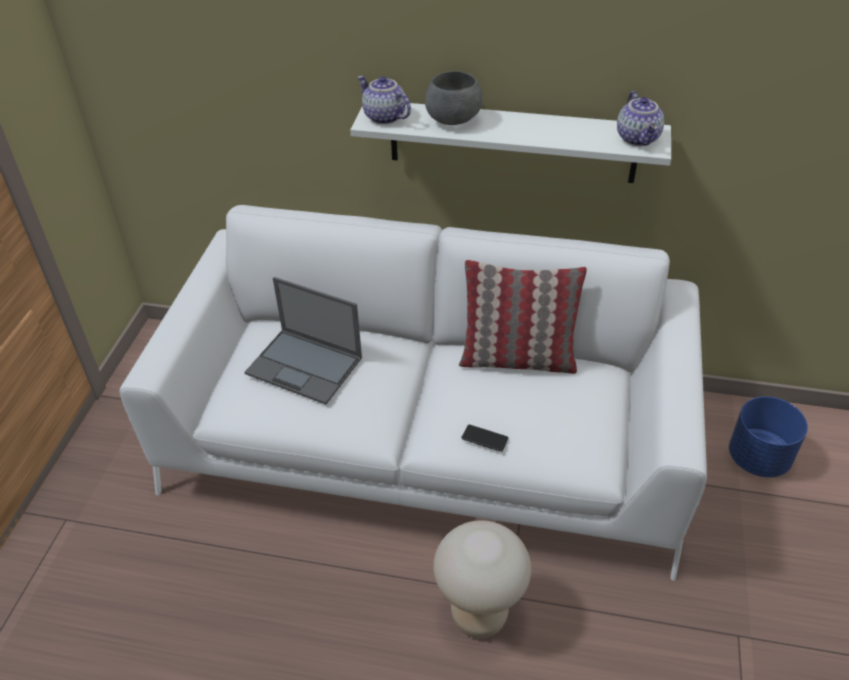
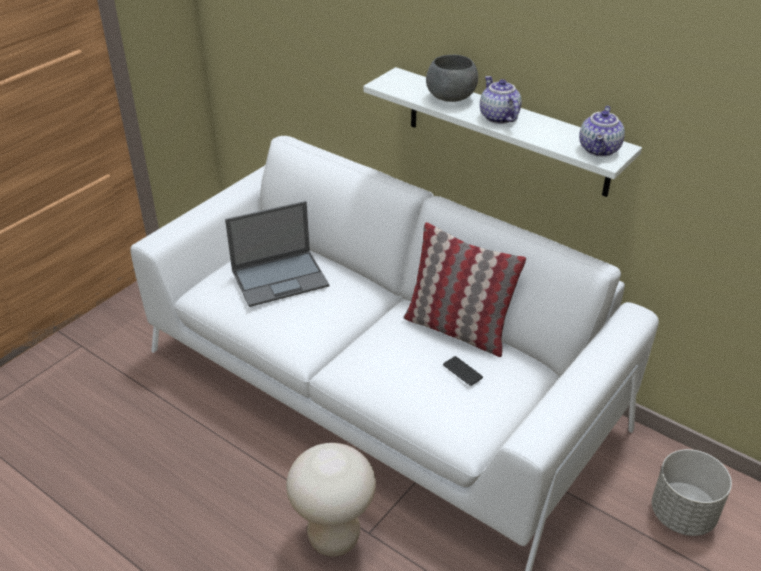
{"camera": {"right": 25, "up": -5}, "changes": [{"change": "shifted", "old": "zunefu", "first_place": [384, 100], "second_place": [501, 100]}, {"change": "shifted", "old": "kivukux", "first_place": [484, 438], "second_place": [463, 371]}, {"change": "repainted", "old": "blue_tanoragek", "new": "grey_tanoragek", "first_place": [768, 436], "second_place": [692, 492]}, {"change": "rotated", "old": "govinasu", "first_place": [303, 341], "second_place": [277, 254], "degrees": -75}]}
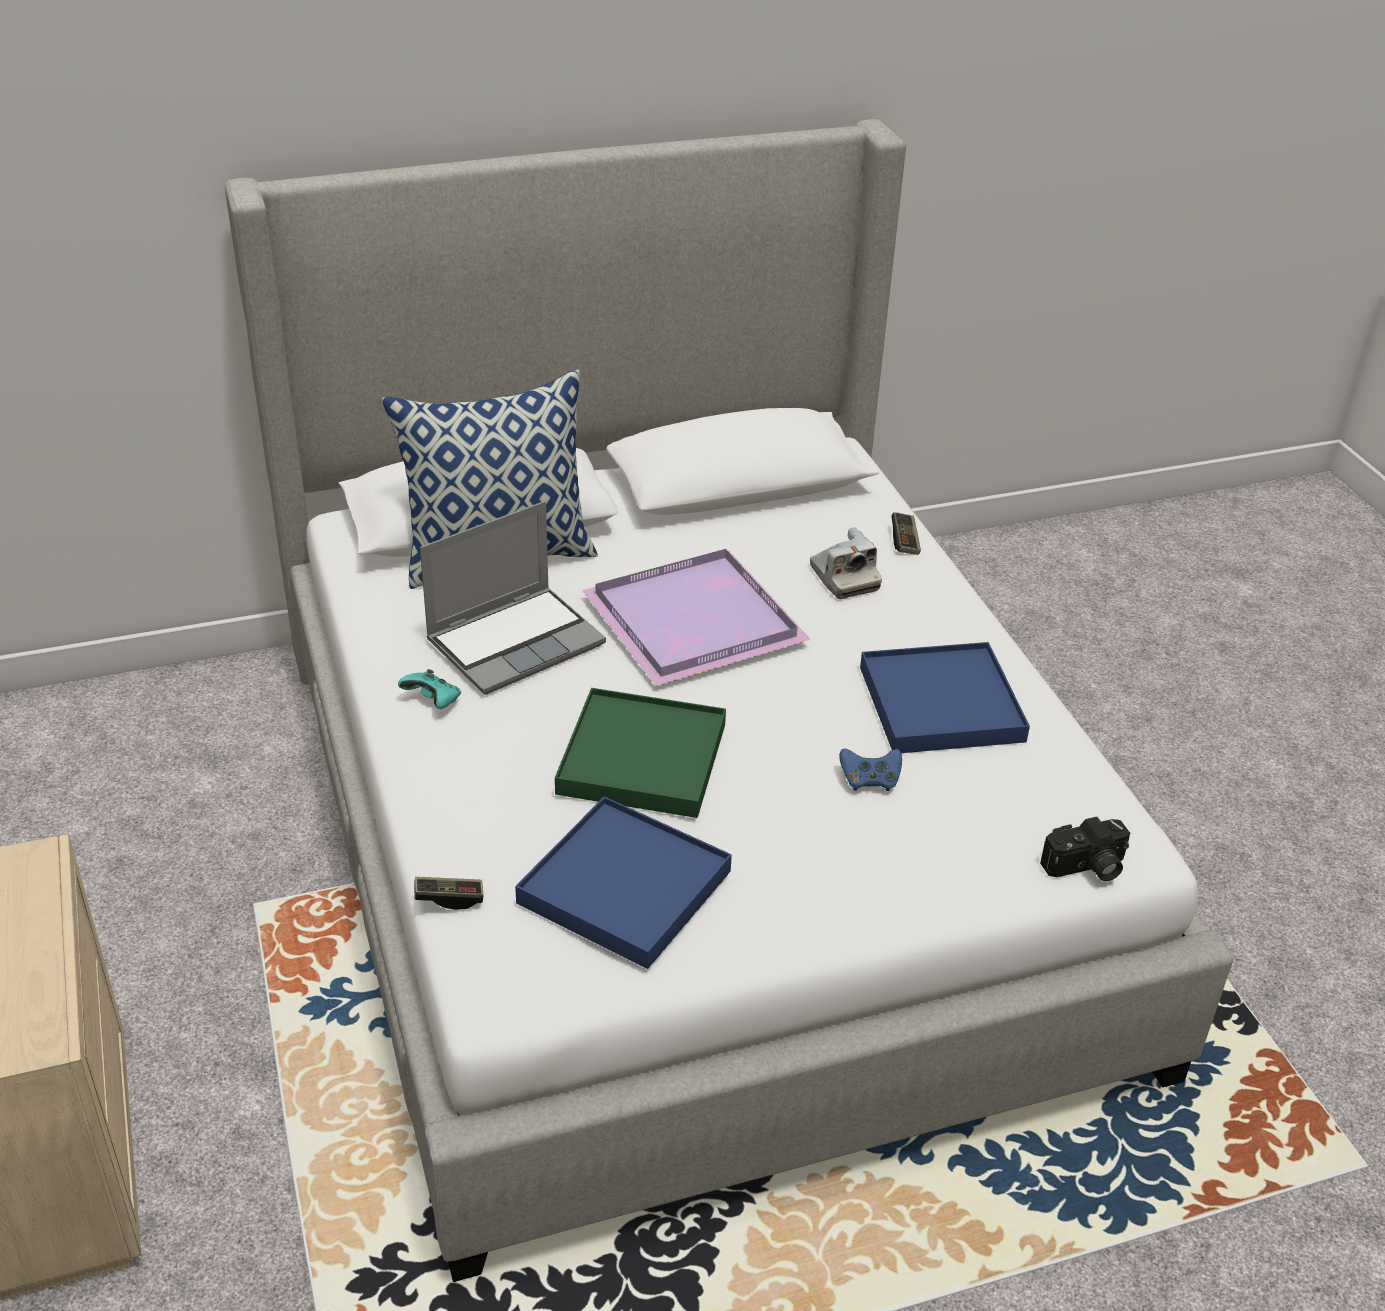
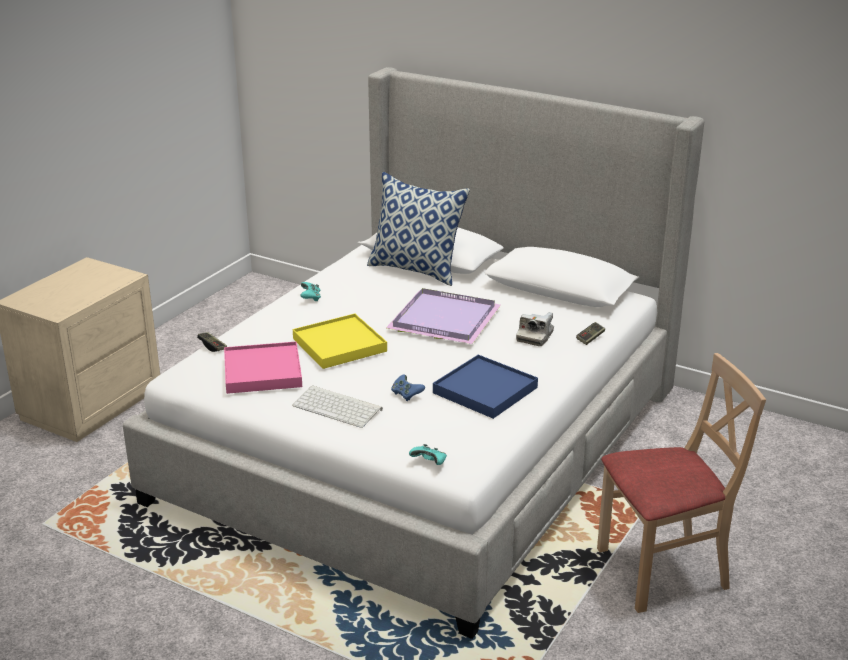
{"camera": {"right": 50, "up": -10}, "changes": [{"change": "gone", "old": "govinasu", "first_place": [513, 598]}, {"change": "new", "new": "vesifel", "second_place": [337, 406]}, {"change": "new", "new": "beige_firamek", "second_place": [681, 483]}, {"change": "swapped", "old": "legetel", "new": "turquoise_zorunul", "first_place": [1085, 849], "second_place": [428, 454]}, {"change": "repainted", "old": "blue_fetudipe", "new": "pink_fetudipe", "first_place": [623, 882], "second_place": [263, 368]}, {"change": "repainted", "old": "green_fetudipe", "new": "yellow_fetudipe", "first_place": [640, 753], "second_place": [340, 341]}]}
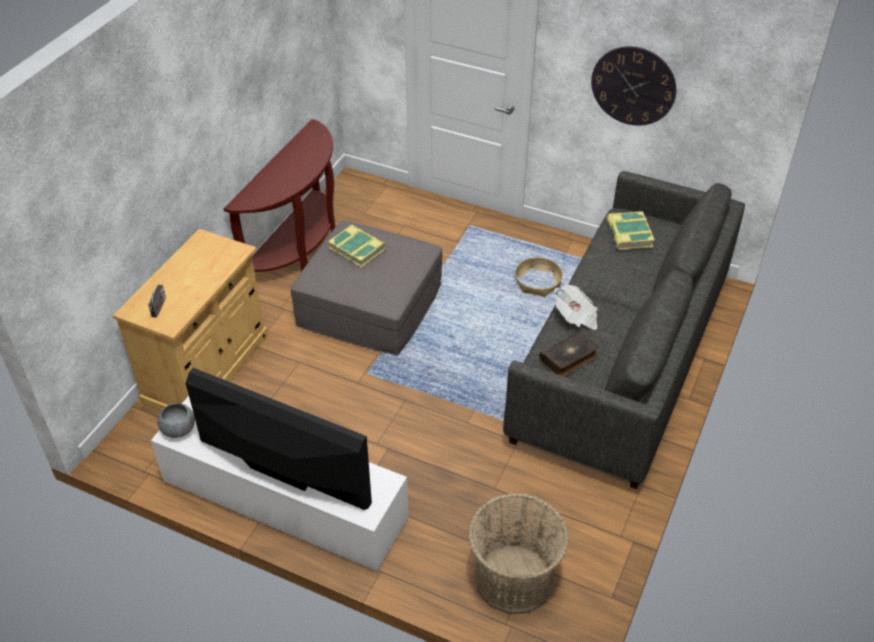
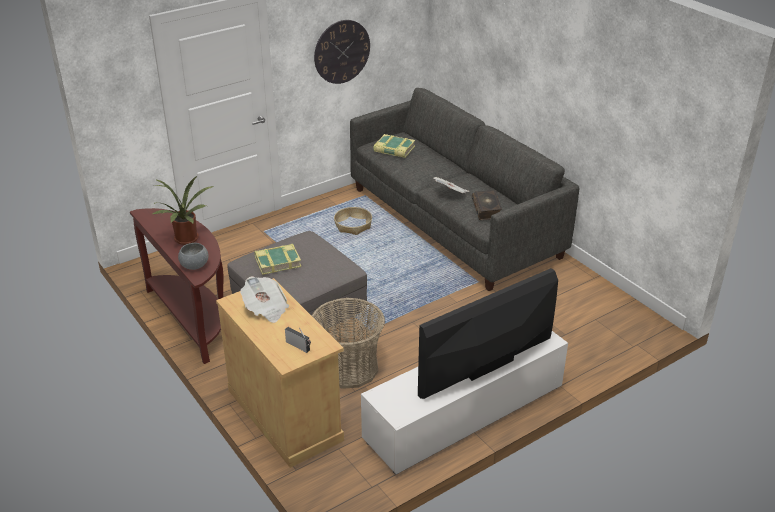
{"camera": {"right": -60, "up": -10}, "changes": [{"change": "new", "new": "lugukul", "second_place": [183, 210]}, {"change": "new", "new": "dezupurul", "second_place": [264, 299]}, {"change": "shifted", "old": "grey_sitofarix", "first_place": [176, 420], "second_place": [193, 256]}, {"change": "shifted", "old": "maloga", "first_place": [518, 554], "second_place": [348, 343]}]}
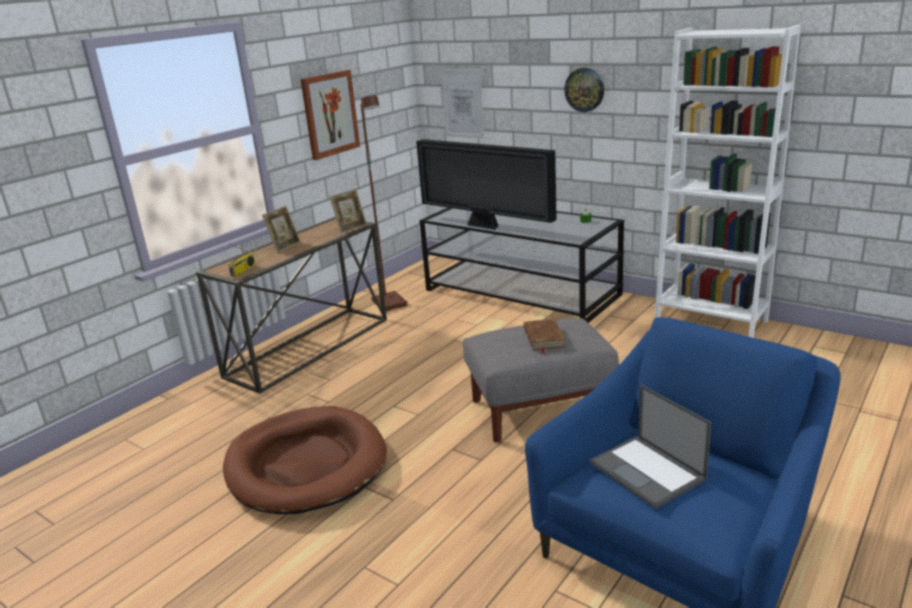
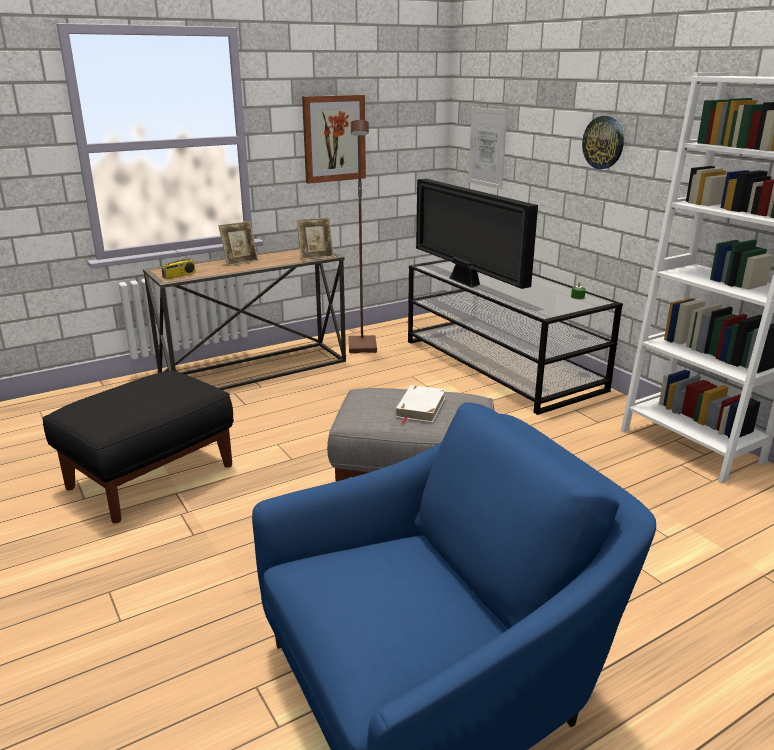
{"camera": {"right": 20, "up": 0}, "changes": [{"change": "gone", "old": "govinasu", "first_place": [650, 447]}, {"change": "swapped", "old": "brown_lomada", "new": "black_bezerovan", "first_place": [305, 460], "second_place": [138, 447]}, {"change": "repainted", "old": "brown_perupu", "new": "white_perupu", "first_place": [544, 336], "second_place": [420, 404]}]}
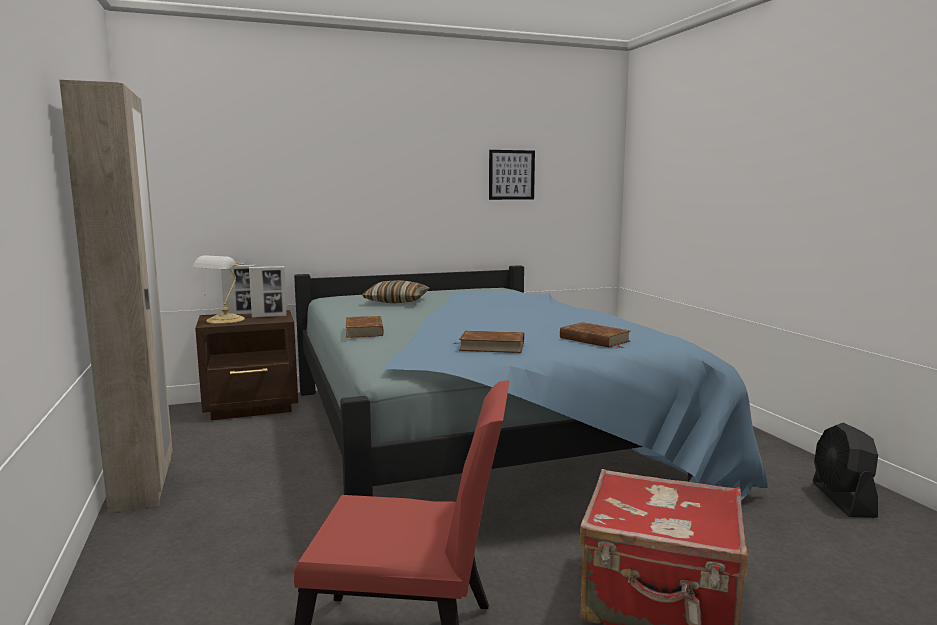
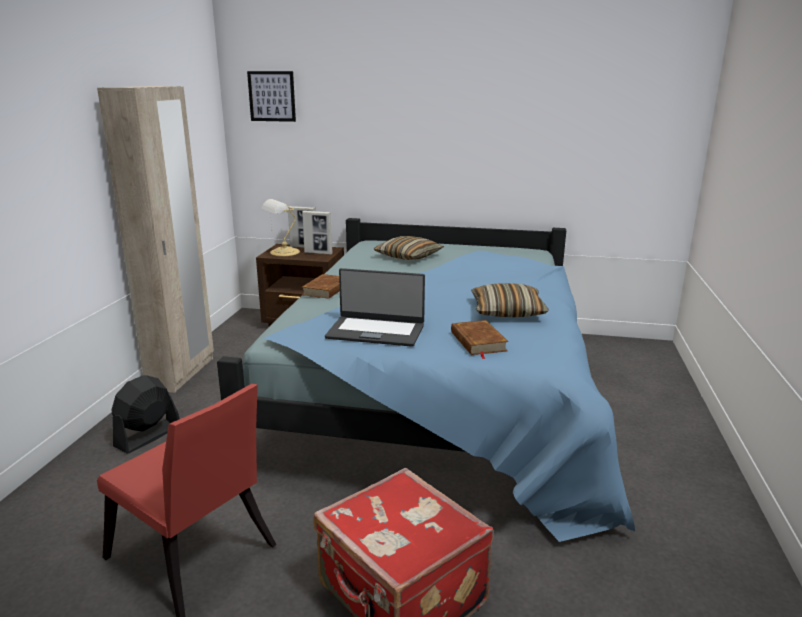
{"camera": {"right": 30, "up": 10}, "changes": [{"change": "new", "new": "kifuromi", "second_place": [510, 300]}, {"change": "shifted", "old": "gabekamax", "first_place": [512, 175], "second_place": [271, 96]}, {"change": "shifted", "old": "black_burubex", "first_place": [845, 470], "second_place": [146, 414]}, {"change": "swapped", "old": "brown_perupu", "new": "govinasu", "first_place": [488, 342], "second_place": [375, 307]}]}
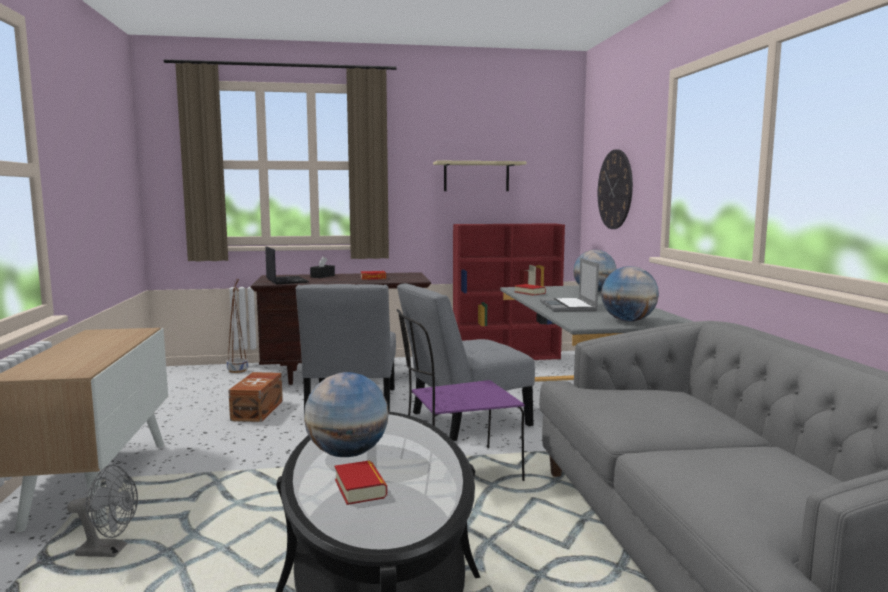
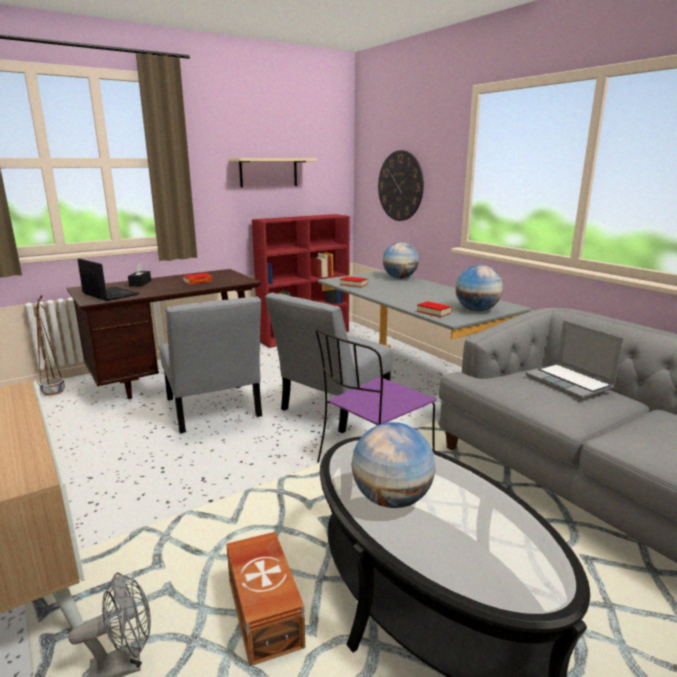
{"camera": {"right": -25, "up": 10}, "changes": [{"change": "shifted", "old": "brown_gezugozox", "first_place": [255, 397], "second_place": [265, 599]}, {"change": "shifted", "old": "perupu", "first_place": [361, 482], "second_place": [434, 309]}, {"change": "shifted", "old": "govinasu", "first_place": [569, 285], "second_place": [575, 359]}]}
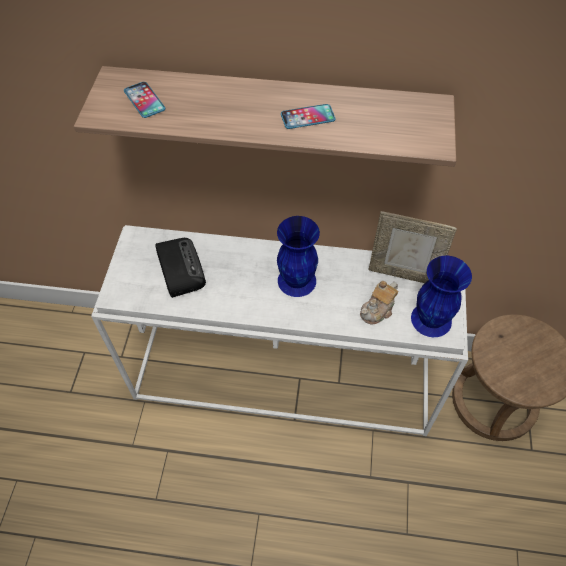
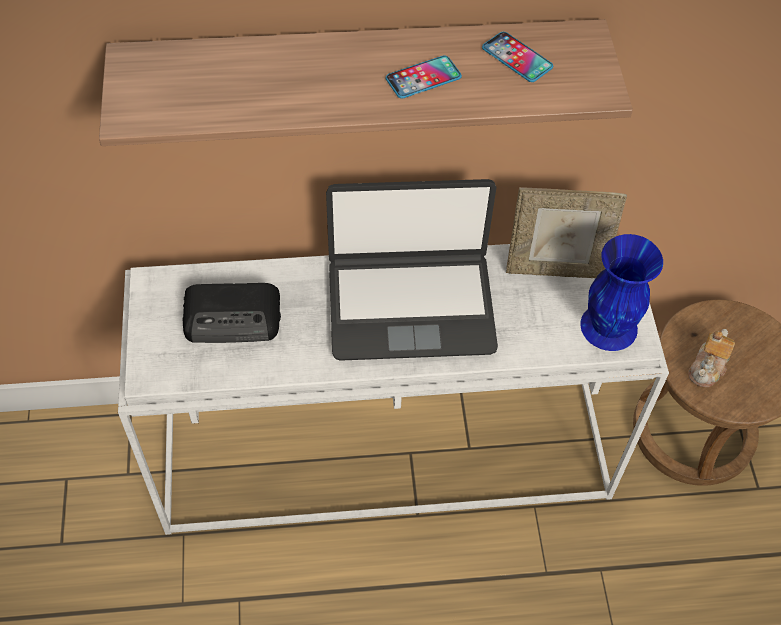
{"camera": {"right": -15, "up": 0}, "changes": [{"change": "shifted", "old": "kivukux", "first_place": [144, 100], "second_place": [517, 57]}, {"change": "shifted", "old": "zunefu", "first_place": [379, 303], "second_place": [711, 358]}, {"change": "swapped", "old": "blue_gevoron", "new": "govinasu", "first_place": [298, 256], "second_place": [412, 270]}, {"change": "rotated", "old": "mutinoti", "first_place": [180, 268], "second_place": [231, 313], "degrees": 120}]}
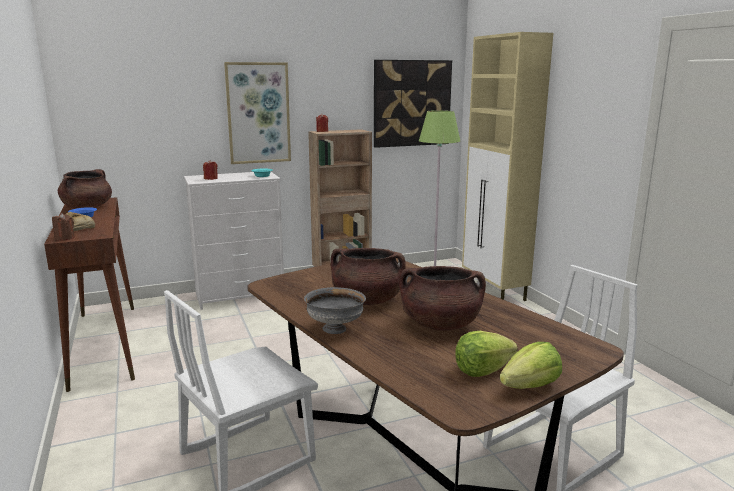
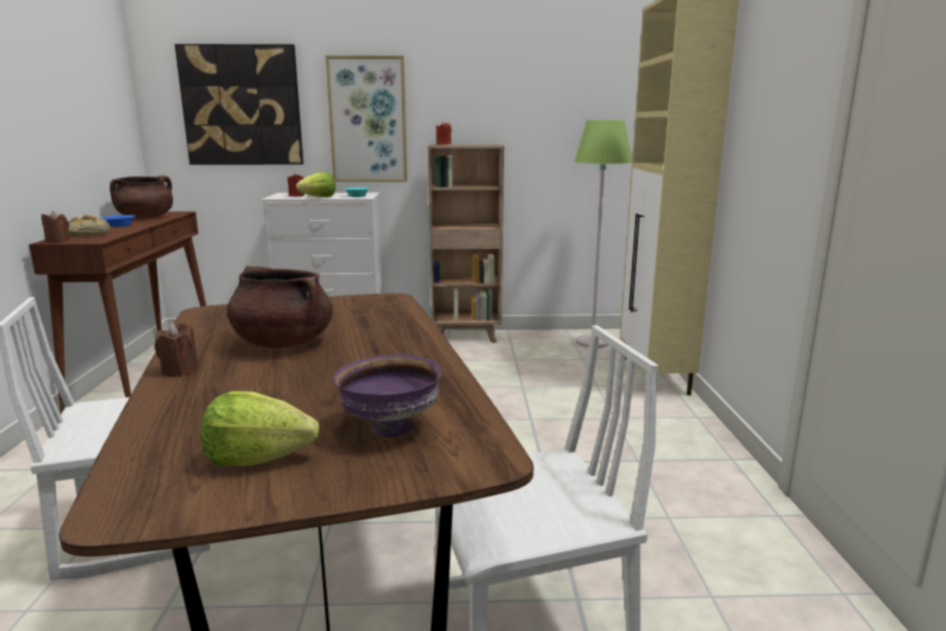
{"camera": {"right": 20, "up": 0}, "changes": [{"change": "gone", "old": "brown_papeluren", "first_place": [442, 298]}, {"change": "new", "new": "purple_sitofarix", "second_place": [387, 396]}, {"change": "shifted", "old": "gabekamax", "first_place": [413, 104], "second_place": [239, 104]}, {"change": "shifted", "old": "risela", "first_place": [531, 365], "second_place": [316, 184]}, {"change": "swapped", "old": "grey_sitofarix", "new": "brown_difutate", "first_place": [335, 310], "second_place": [177, 349]}]}
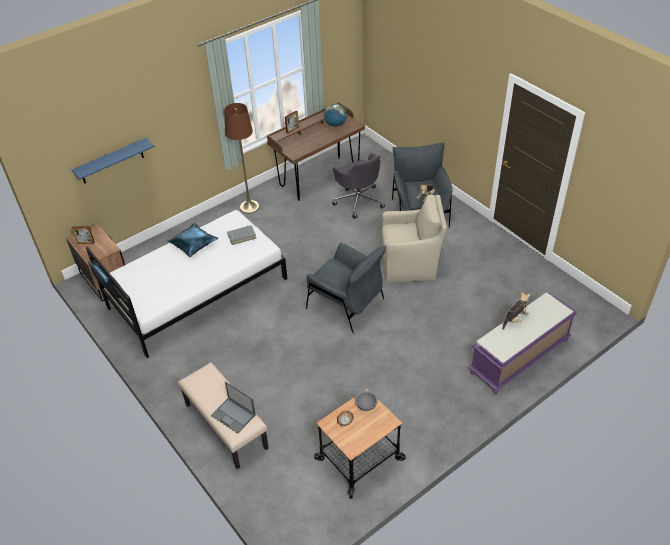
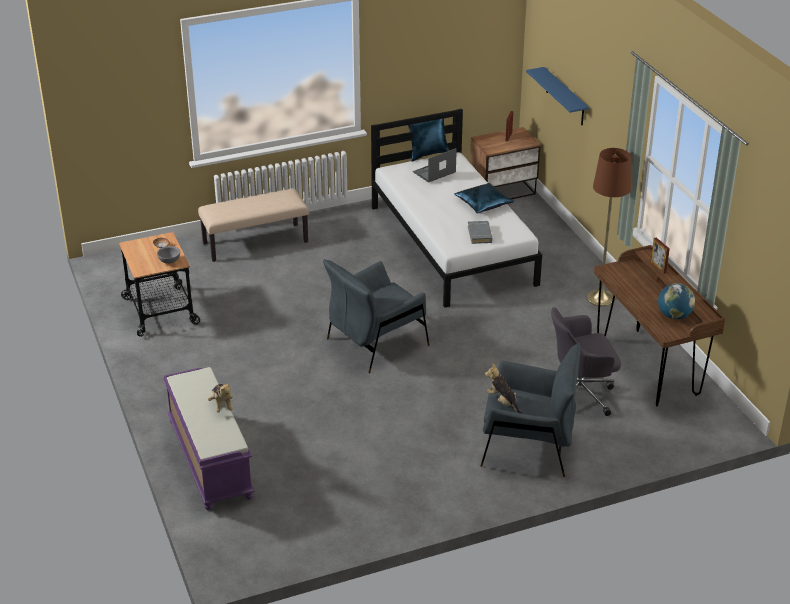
{"camera": {"right": 105, "up": -10}, "changes": [{"change": "gone", "old": "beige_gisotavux", "first_place": [414, 239]}, {"change": "shifted", "old": "govinasu", "first_place": [233, 407], "second_place": [435, 165]}]}
